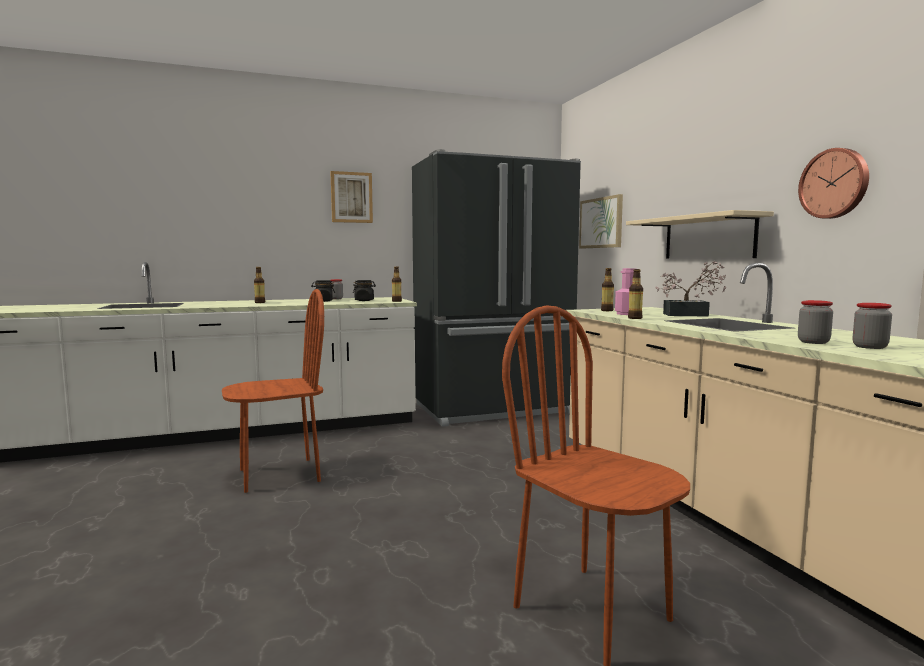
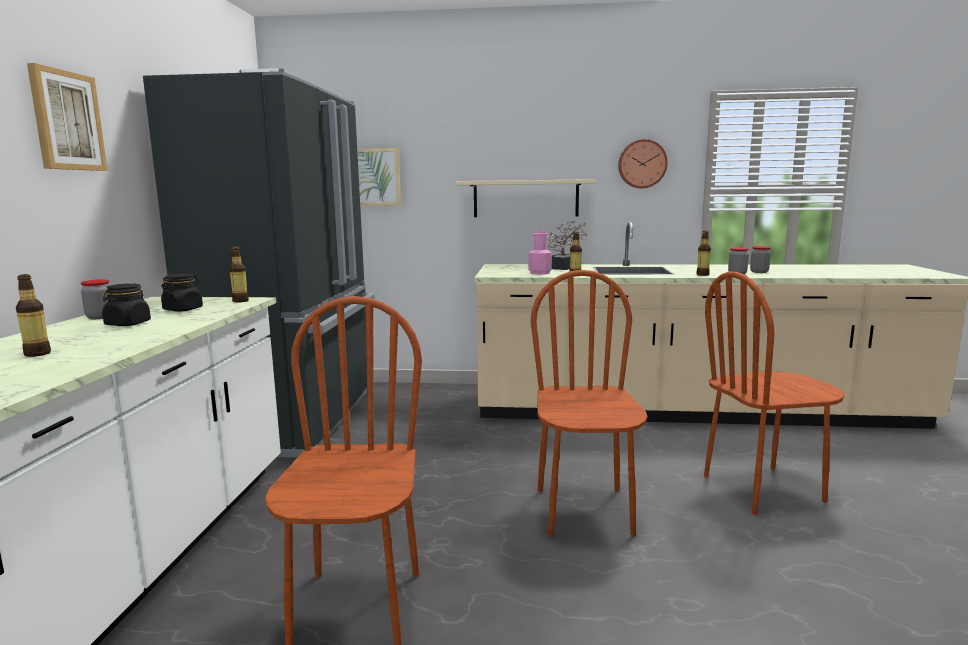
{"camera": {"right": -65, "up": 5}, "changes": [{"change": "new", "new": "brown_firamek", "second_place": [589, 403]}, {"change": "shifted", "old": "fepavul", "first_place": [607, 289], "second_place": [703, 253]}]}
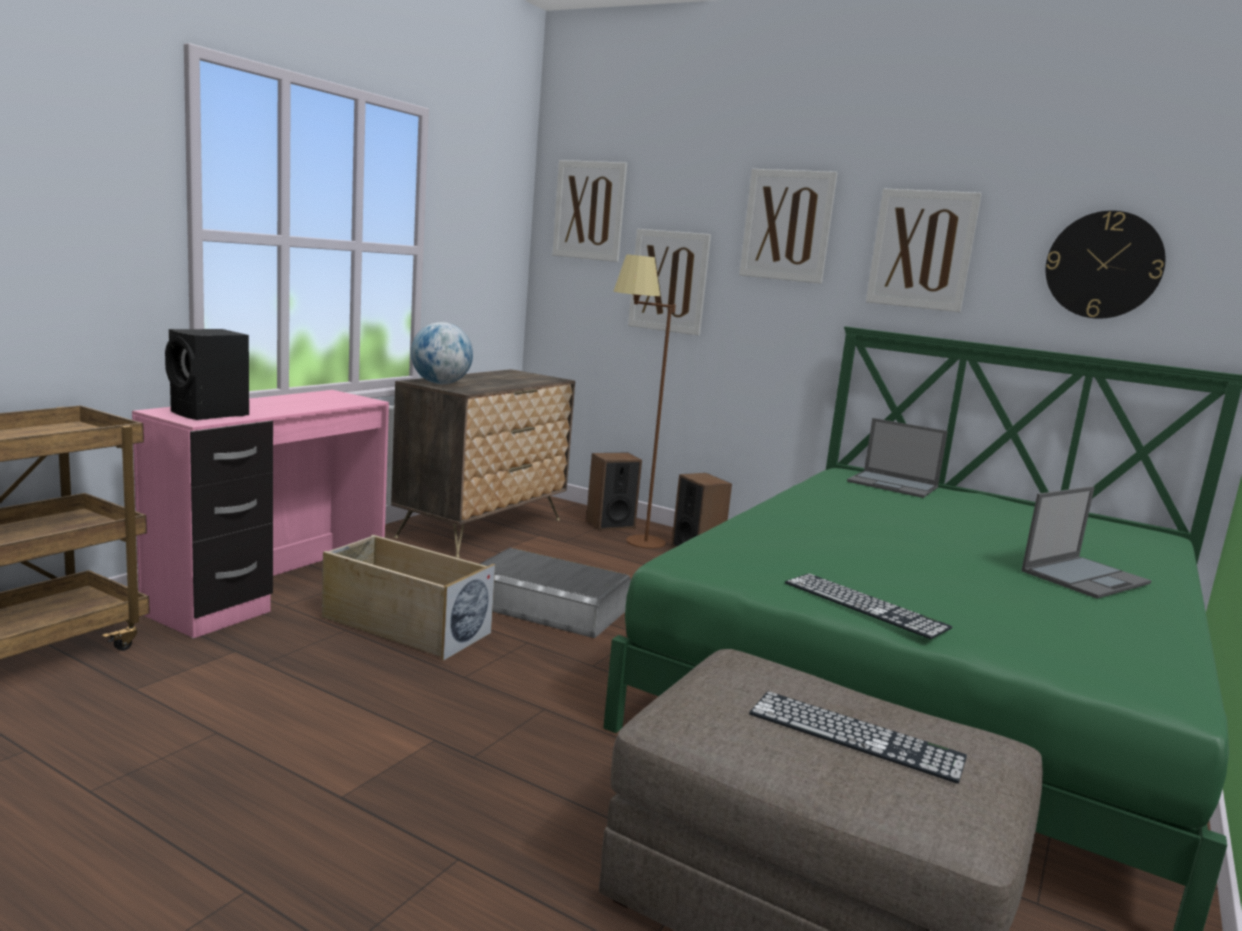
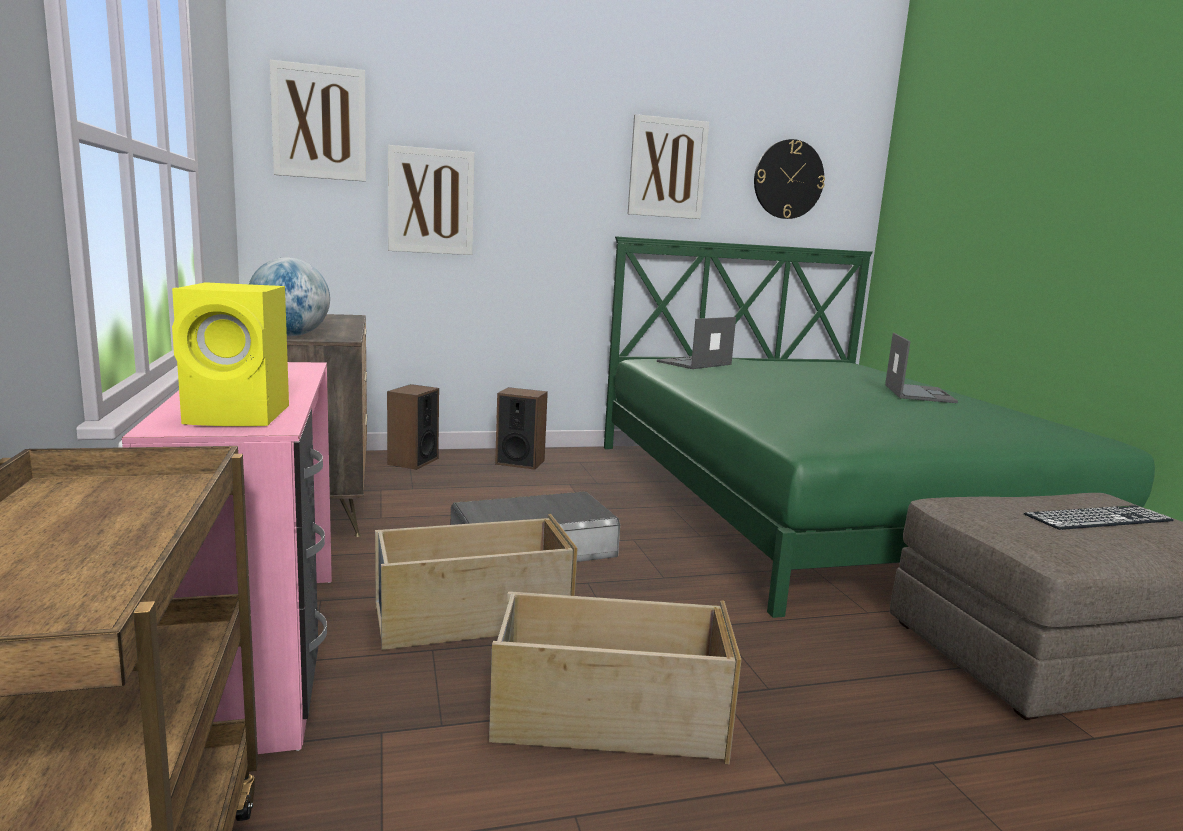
{"camera": {"right": -45, "up": 0}, "changes": [{"change": "gone", "old": "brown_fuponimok", "first_place": [644, 401]}, {"change": "gone", "old": "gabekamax", "first_place": [788, 226]}, {"change": "gone", "old": "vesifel", "first_place": [868, 606]}, {"change": "new", "new": "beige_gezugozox", "second_place": [615, 677]}, {"change": "repainted", "old": "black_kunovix", "new": "yellow_kunovix", "first_place": [207, 374], "second_place": [230, 354]}, {"change": "rotated", "old": "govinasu", "first_place": [897, 458], "second_place": [696, 343], "degrees": 150}]}
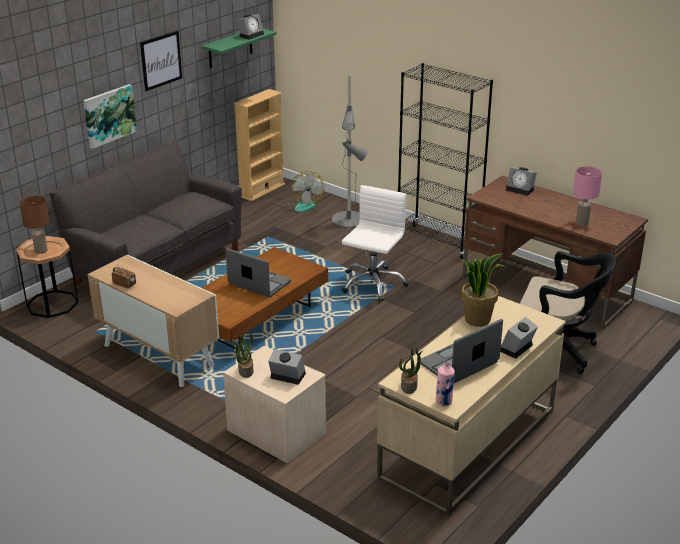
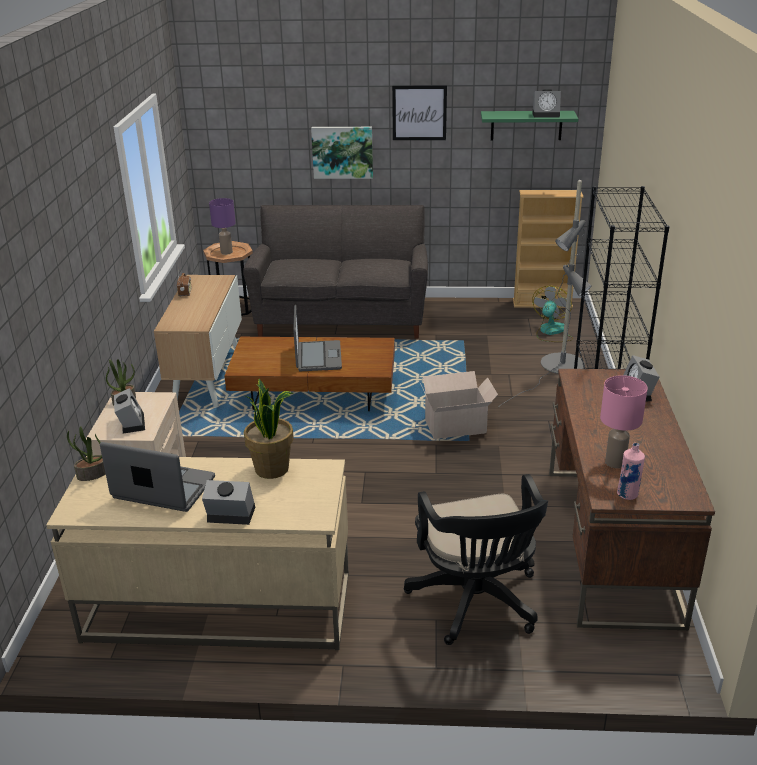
{"camera": {"right": 55, "up": 0}, "changes": [{"change": "shifted", "old": "pink_fepavul", "first_place": [445, 383], "second_place": [631, 471]}, {"change": "swapped", "old": "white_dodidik", "new": "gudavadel", "first_place": [375, 243], "second_place": [459, 405]}, {"change": "repainted", "old": "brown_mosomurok", "new": "purple_mosomurok", "first_place": [34, 225], "second_place": [222, 226]}, {"change": "rotated", "old": "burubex", "first_place": [305, 191], "second_place": [552, 314], "degrees": 150}]}
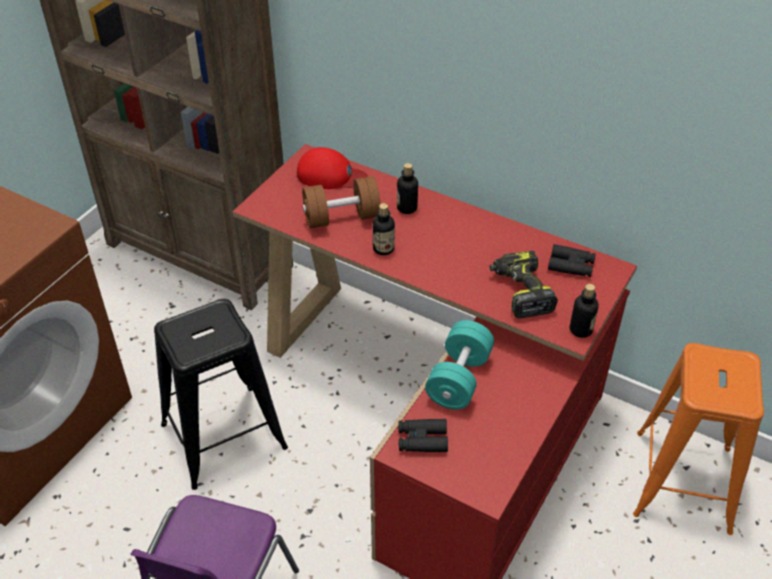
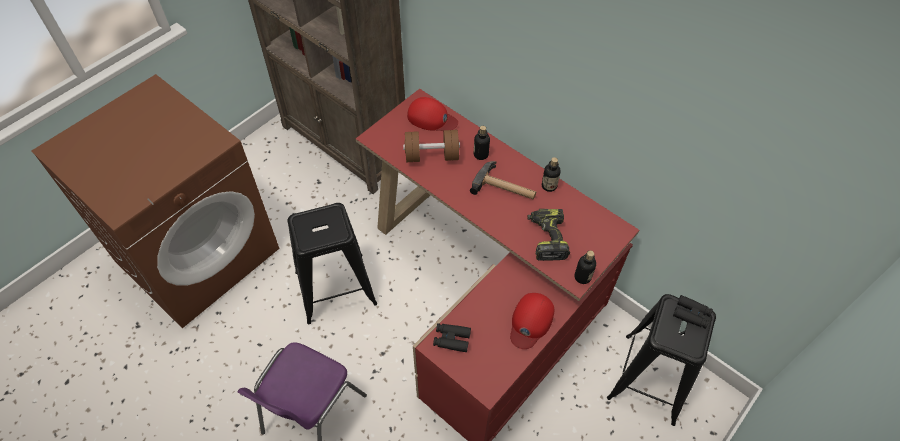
{"camera": {"right": 10, "up": 10}, "changes": [{"change": "gone", "old": "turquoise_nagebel", "first_place": [459, 365]}, {"change": "new", "new": "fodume", "second_place": [503, 180]}, {"change": "new", "new": "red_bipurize", "second_place": [532, 321]}, {"change": "shifted", "old": "fepavul", "first_place": [384, 229], "second_place": [551, 174]}, {"change": "shifted", "old": "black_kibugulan", "first_place": [572, 260], "second_place": [693, 312]}, {"change": "repainted", "old": "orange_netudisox", "new": "black_netudisox", "first_place": [698, 439], "second_place": [661, 360]}]}
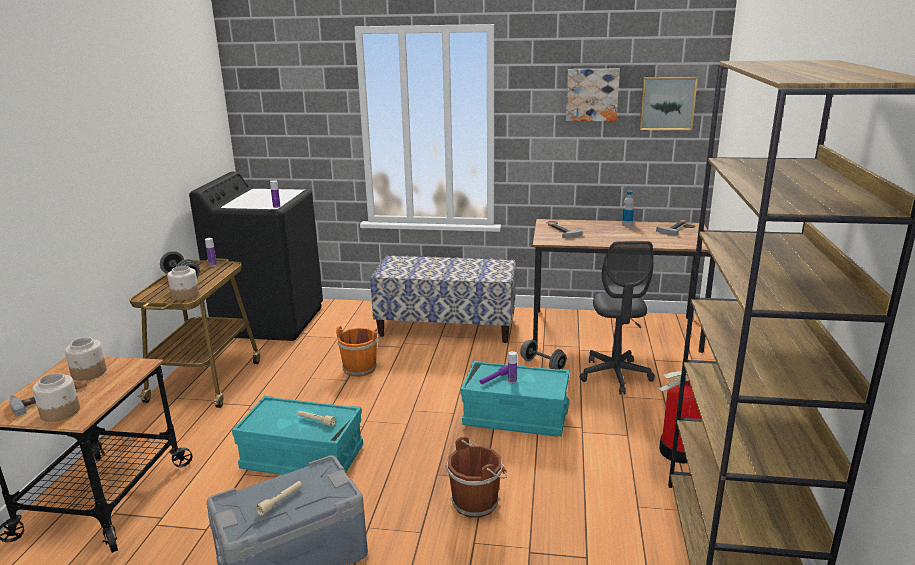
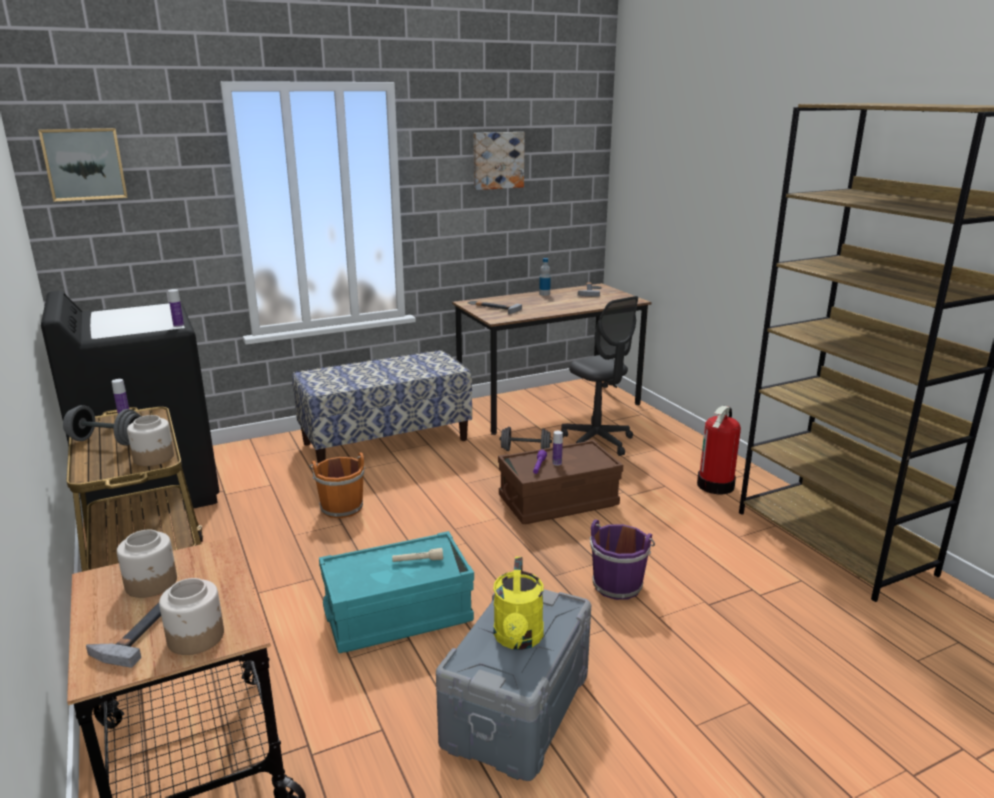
{"camera": {"right": -35, "up": 0}, "changes": [{"change": "shifted", "old": "gabekamax", "first_place": [668, 103], "second_place": [83, 165]}, {"change": "swapped", "old": "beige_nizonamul", "new": "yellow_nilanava", "first_place": [279, 498], "second_place": [518, 603]}, {"change": "repainted", "old": "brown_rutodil", "new": "purple_rutodil", "first_place": [476, 477], "second_place": [622, 559]}, {"change": "repainted", "old": "turquoise_gezugozox", "new": "brown_gezugozox", "first_place": [514, 399], "second_place": [560, 481]}]}
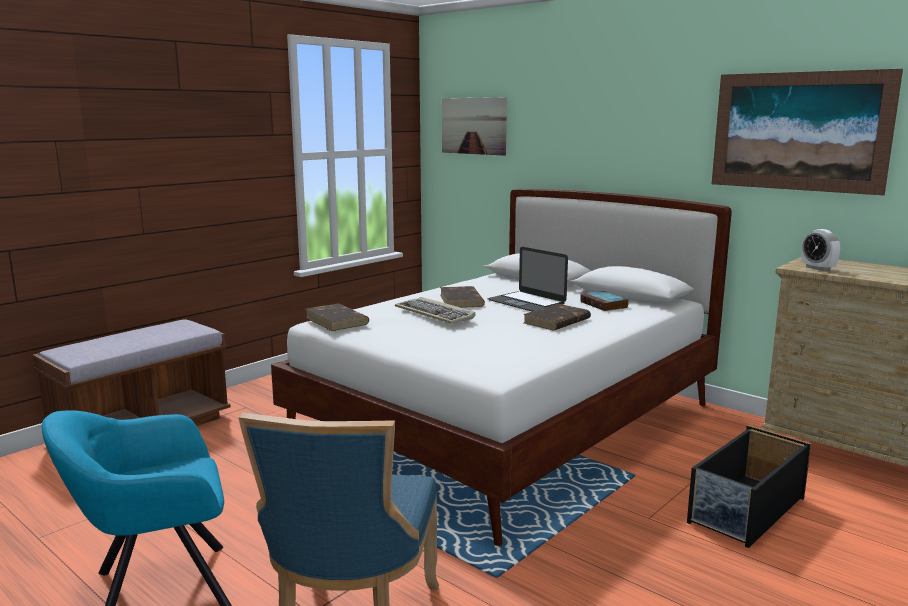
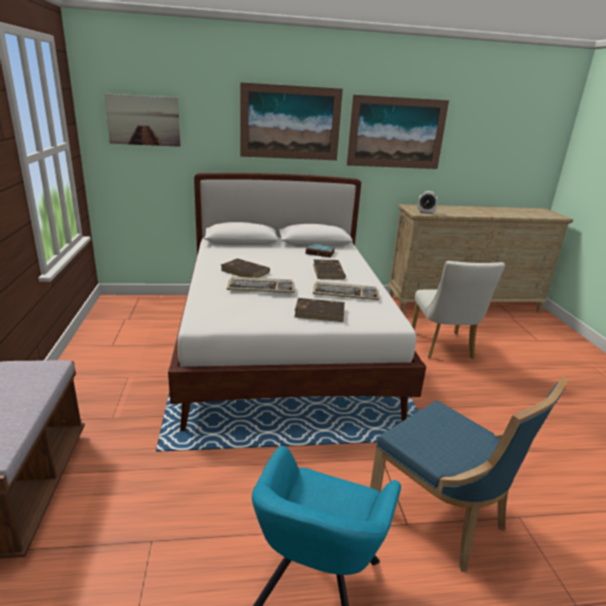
{"camera": {"right": -50, "up": 10}, "changes": [{"change": "gone", "old": "govinasu", "first_place": [528, 279]}, {"change": "new", "new": "gabekamax", "second_place": [291, 121]}, {"change": "new", "new": "vesifel", "second_place": [346, 290]}, {"change": "shifted", "old": "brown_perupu", "first_place": [337, 317], "second_place": [319, 310]}, {"change": "swapped", "old": "black_gezugozox", "new": "white_firamek", "first_place": [749, 486], "second_place": [458, 310]}]}
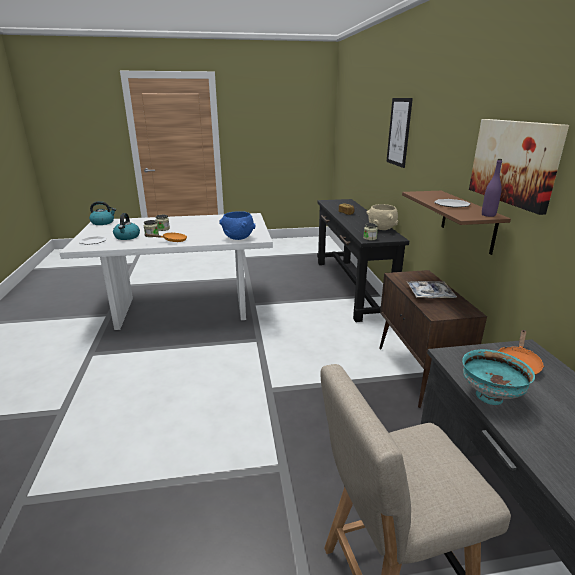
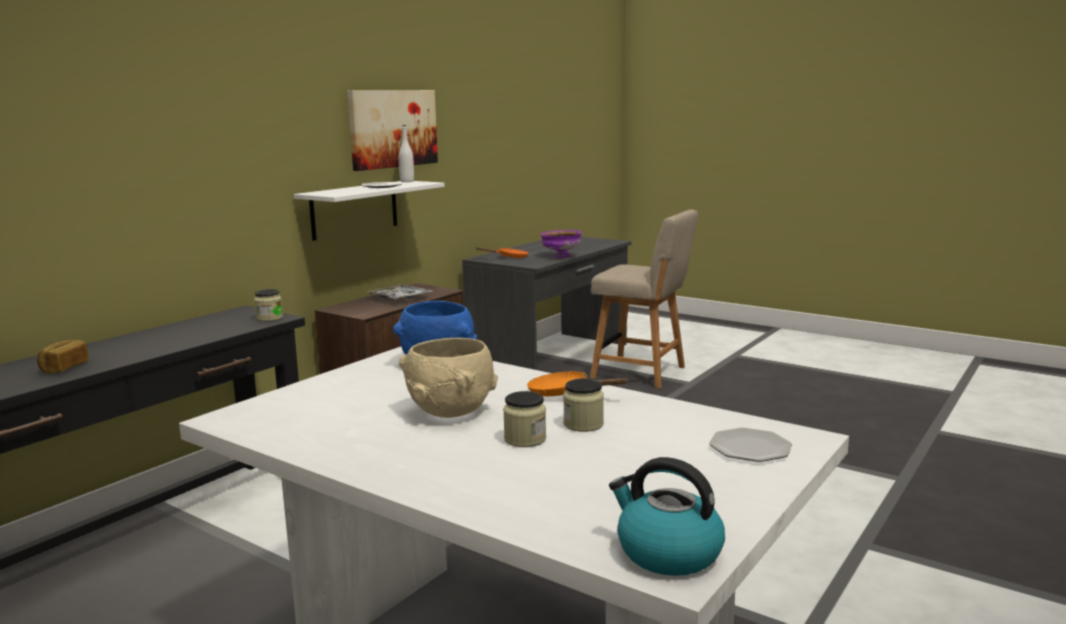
{"camera": {"right": -135, "up": -10}, "changes": [{"change": "gone", "old": "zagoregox", "first_place": [126, 226]}, {"change": "gone", "old": "gabekamax", "first_place": [399, 133]}, {"change": "shifted", "old": "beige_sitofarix", "first_place": [382, 217], "second_place": [448, 378]}, {"change": "repainted", "old": "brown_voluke", "new": "white_voluke", "first_place": [456, 223], "second_place": [369, 211]}, {"change": "repainted", "old": "turquoise_sitofarix", "new": "purple_sitofarix", "first_place": [498, 377], "second_place": [561, 244]}, {"change": "repainted", "old": "purple_fepavul", "new": "white_fepavul", "first_place": [492, 188], "second_place": [406, 153]}]}
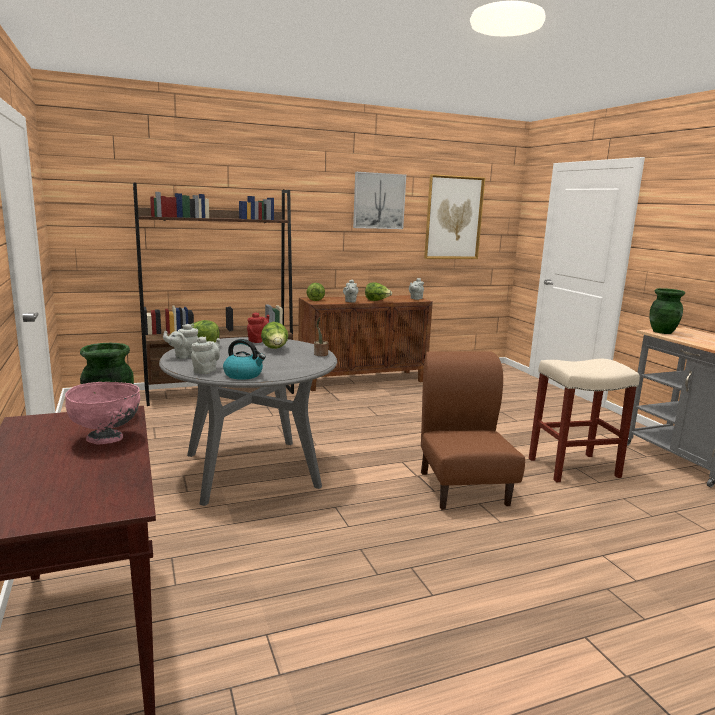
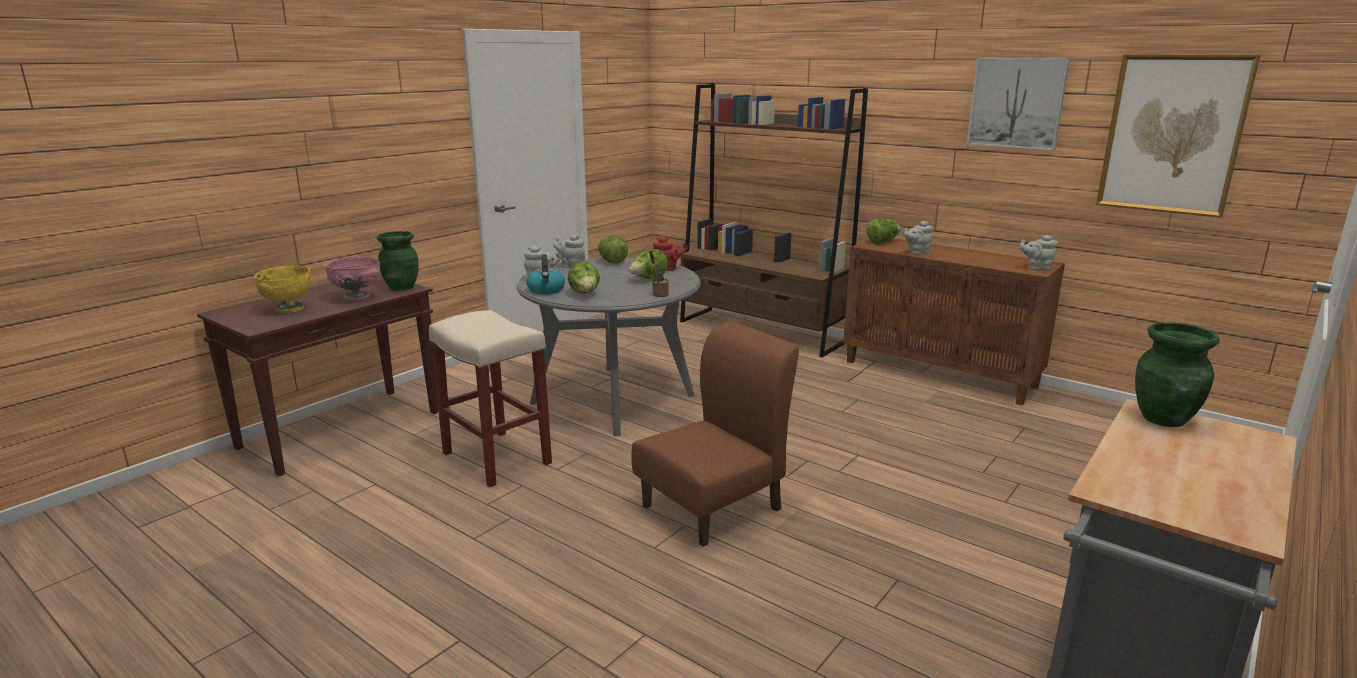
{"camera": {"right": 60, "up": 5}, "changes": [{"change": "new", "new": "yellow_sitofarix", "second_place": [283, 289]}, {"change": "shifted", "old": "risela", "first_place": [378, 292], "second_place": [584, 277]}, {"change": "shifted", "old": "beige_netudisox", "first_place": [584, 420], "second_place": [490, 398]}]}
